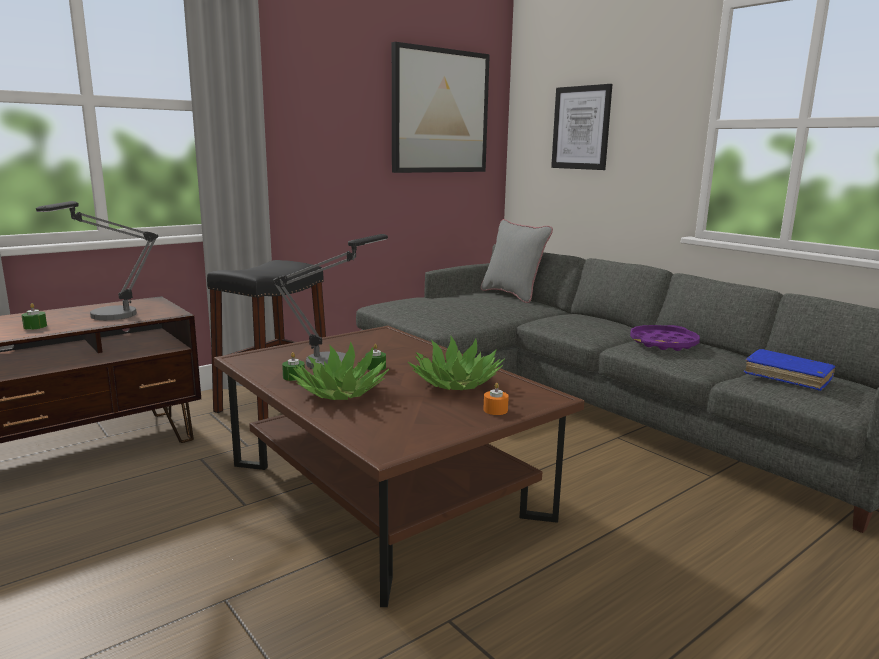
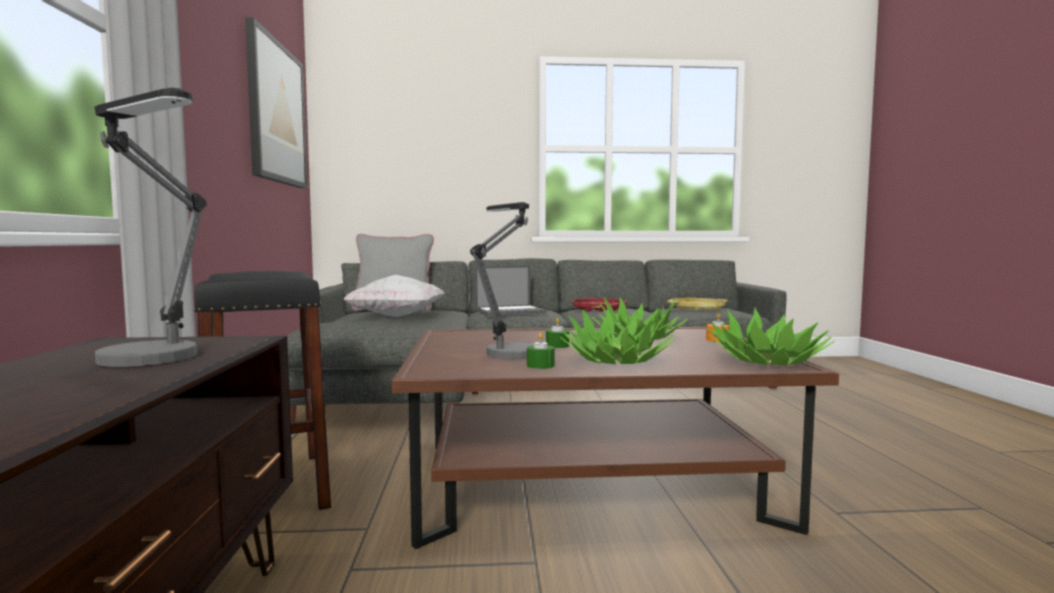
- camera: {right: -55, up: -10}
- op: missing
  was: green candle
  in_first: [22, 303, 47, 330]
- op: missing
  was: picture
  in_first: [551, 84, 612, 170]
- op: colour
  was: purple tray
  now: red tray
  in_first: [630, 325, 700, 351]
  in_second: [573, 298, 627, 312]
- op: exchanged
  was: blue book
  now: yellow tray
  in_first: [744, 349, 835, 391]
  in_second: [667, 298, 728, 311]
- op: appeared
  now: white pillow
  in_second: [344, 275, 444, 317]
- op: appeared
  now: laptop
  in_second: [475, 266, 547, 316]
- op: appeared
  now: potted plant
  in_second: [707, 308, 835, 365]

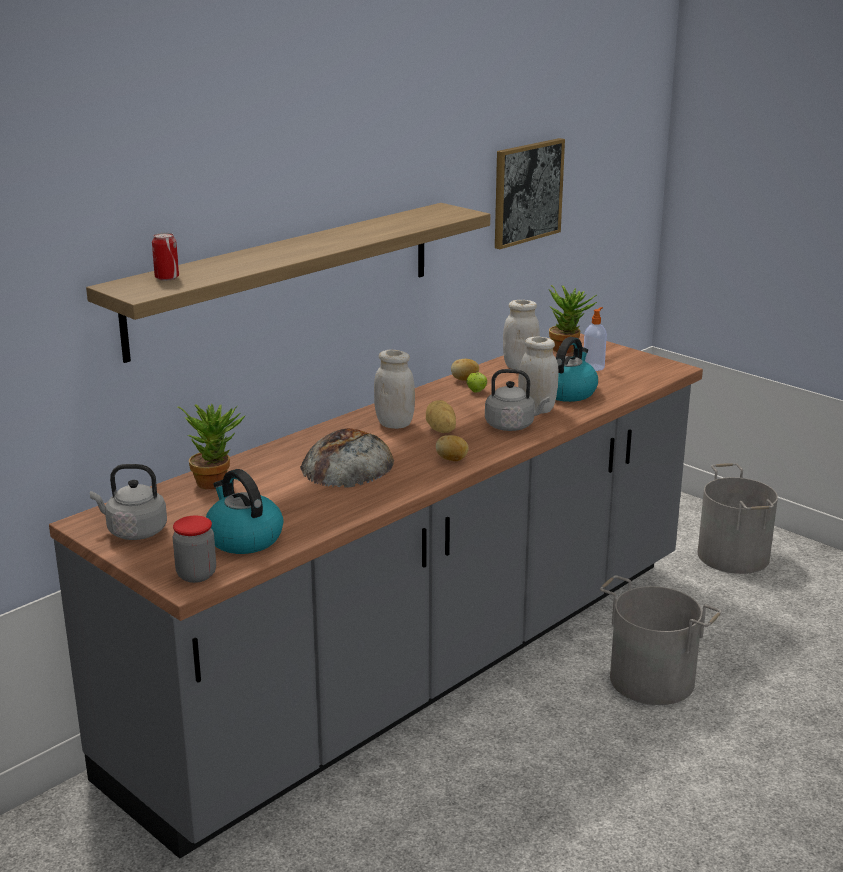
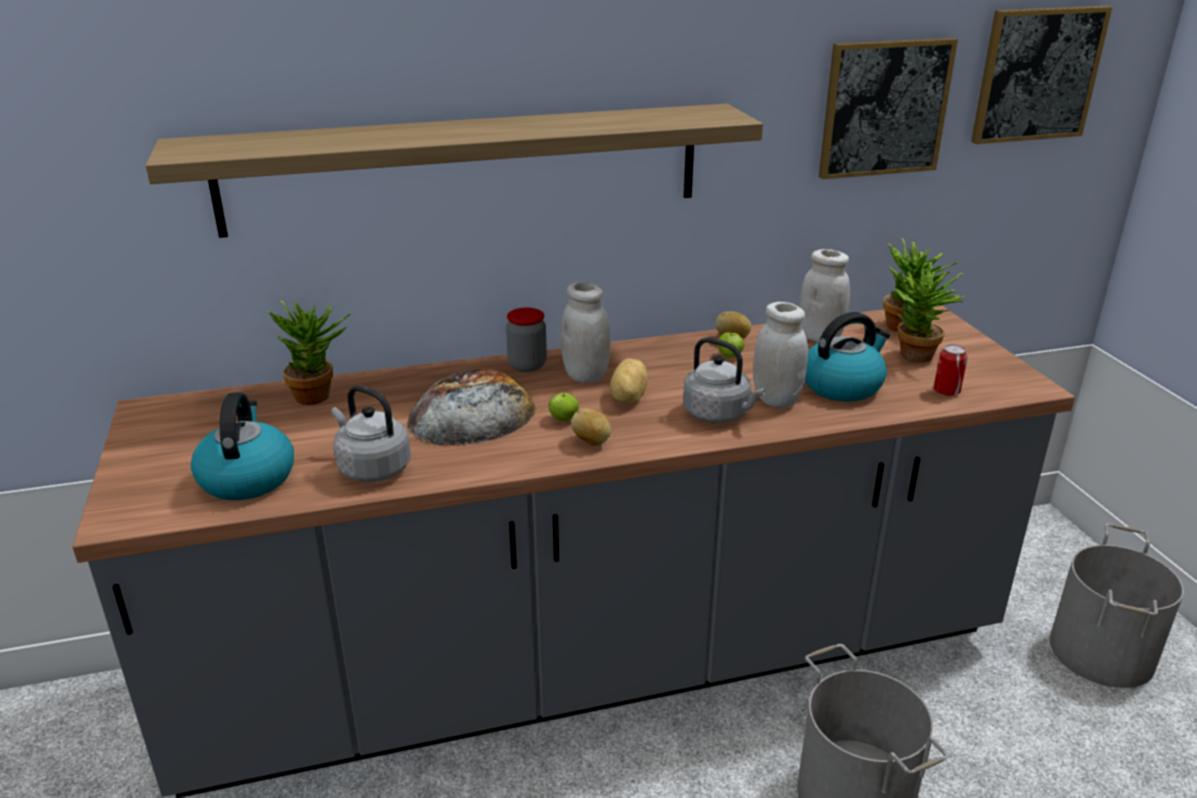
- camera: {right: 30, up: 5}
- op: relocated
  was: grey kettle
  in_first: [90, 464, 167, 540]
  in_second: [331, 385, 411, 482]
- op: relocated
  was: can
  in_first: [152, 233, 179, 281]
  in_second: [934, 344, 968, 396]
- op: relocated
  was: jar
  in_first: [173, 516, 216, 583]
  in_second: [506, 307, 547, 372]
- op: exchanged
  was: soap dispenser
  now: potted plant
  in_first: [584, 307, 607, 371]
  in_second: [895, 262, 966, 363]
- op: appeared
  now: apple
  in_second: [549, 390, 579, 421]
- op: appeared
  now: picture
  in_second: [971, 6, 1112, 144]

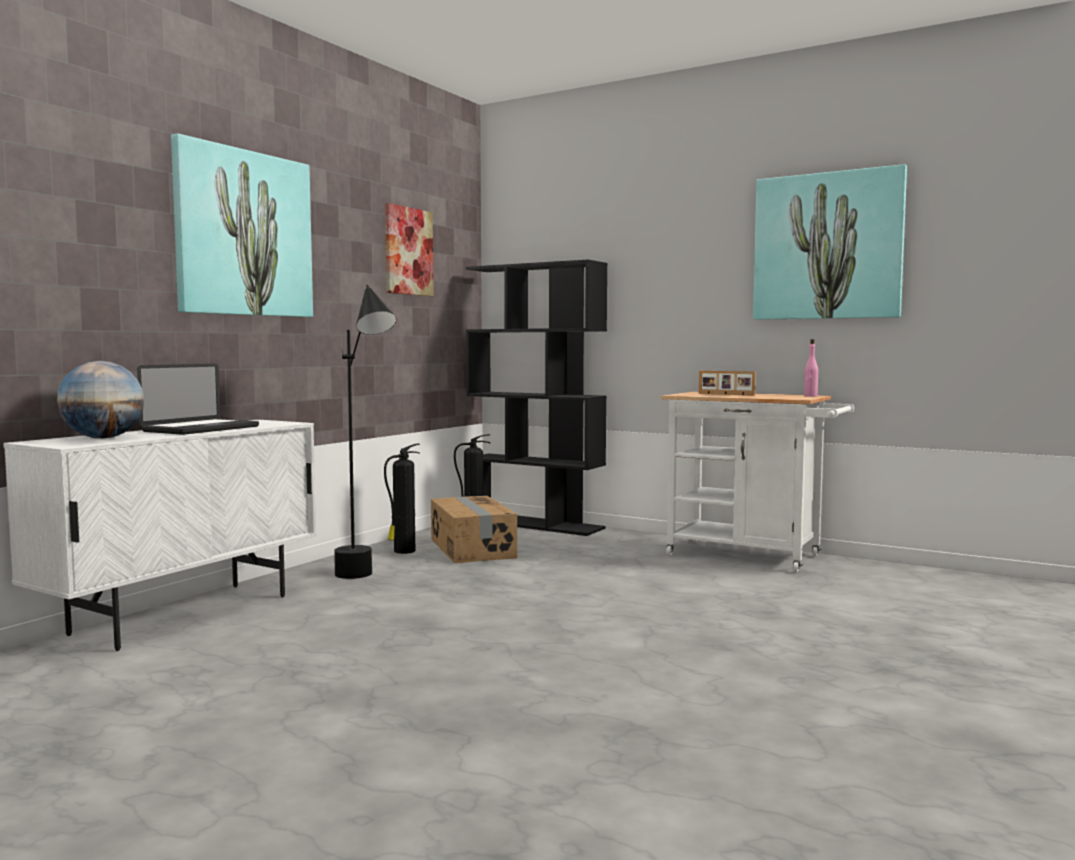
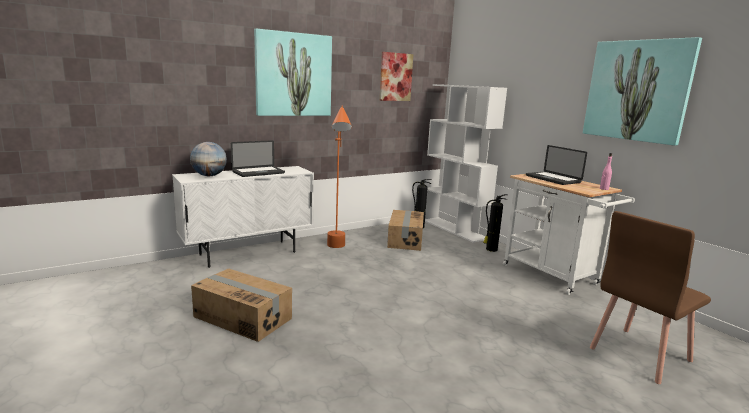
- camera: {right: 25, up: 10}
- op: colour
  was: black floor lamp
  now: orange floor lamp
  in_first: [334, 285, 396, 579]
  in_second: [327, 106, 352, 248]
- op: relocated
  was: fire extinguisher
  in_first: [384, 444, 420, 554]
  in_second: [483, 194, 508, 252]
- op: colour
  was: black bookcase
  now: white bookcase
  in_first: [465, 260, 608, 536]
  in_second: [425, 84, 507, 243]
- op: exchanged
  was: picture frame
  now: laptop
  in_first: [699, 371, 756, 396]
  in_second: [526, 145, 587, 185]
- op: appeared
  now: cardboard box
  in_second: [191, 268, 292, 342]
- op: appeared
  now: brown chair
  in_second: [590, 211, 711, 384]

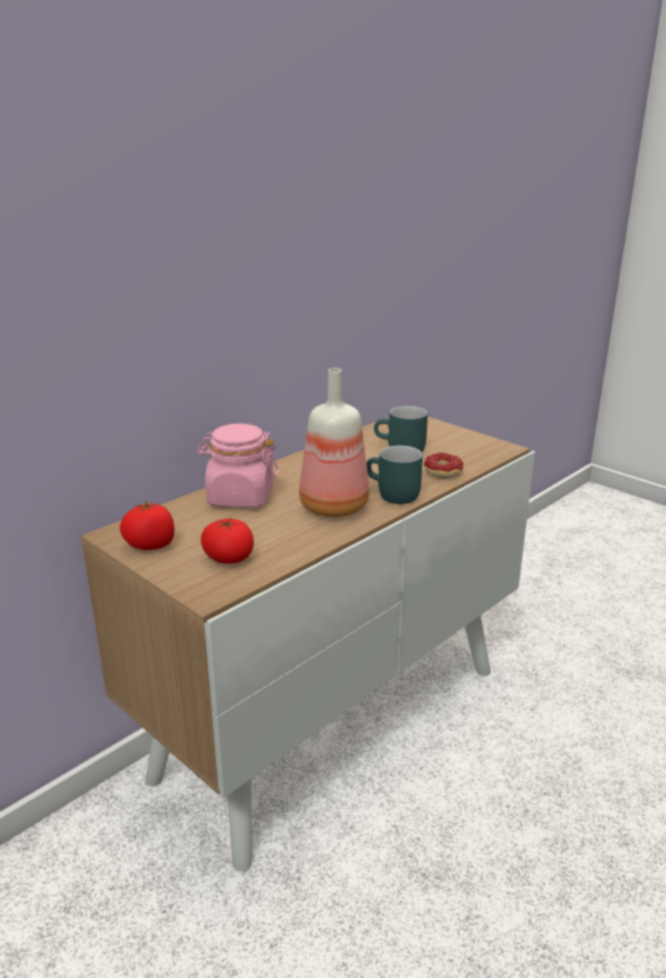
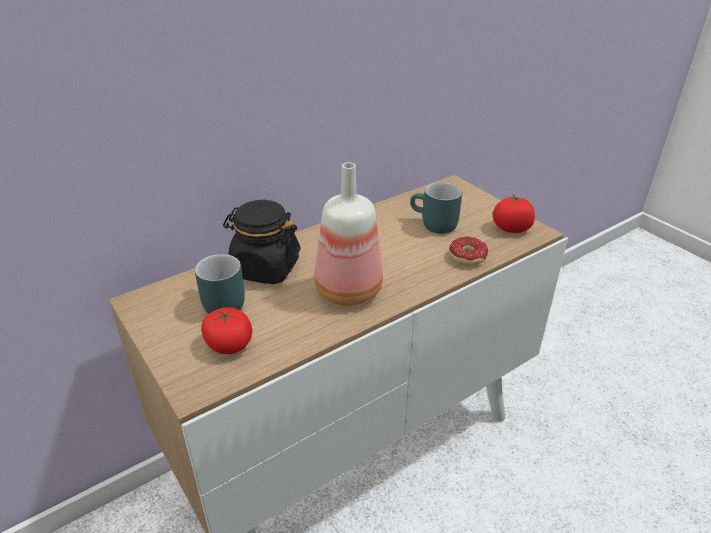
- camera: {right: 10, up: 10}
- op: relocated
  was: tomato
  in_first: [120, 500, 174, 550]
  in_second: [492, 194, 535, 233]
- op: colour
  was: pink jar
  now: black jar
  in_first: [197, 424, 279, 508]
  in_second: [223, 200, 301, 284]
- op: relocated
  was: turquoise mug
  in_first: [366, 445, 423, 504]
  in_second: [195, 254, 245, 314]

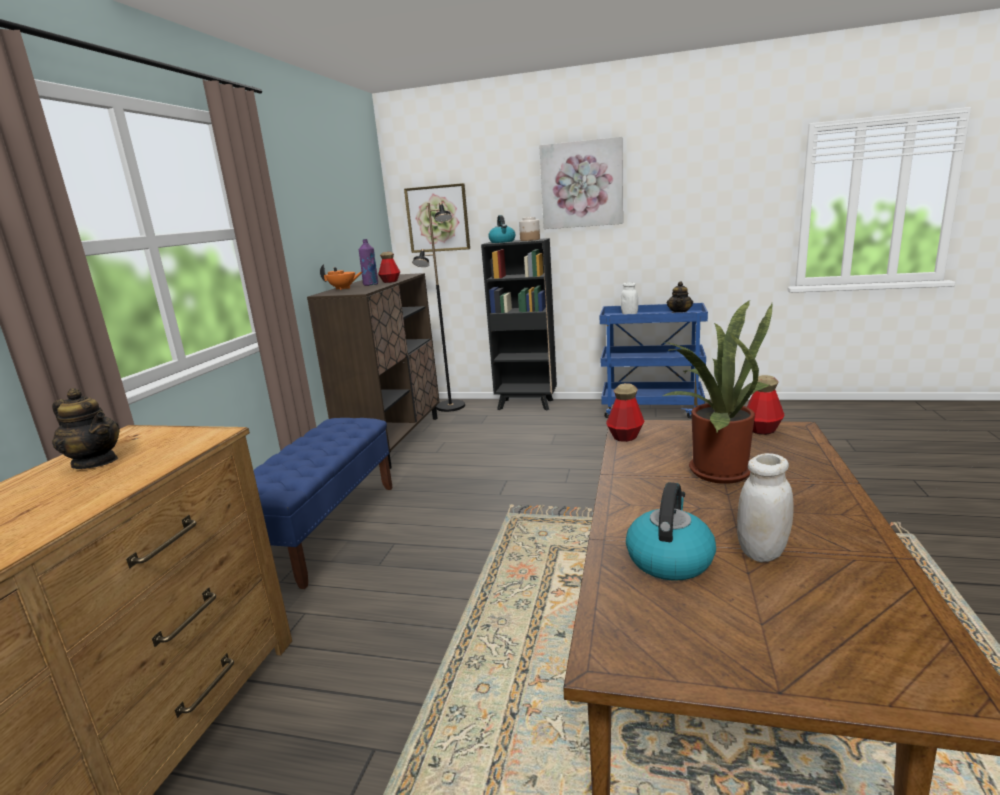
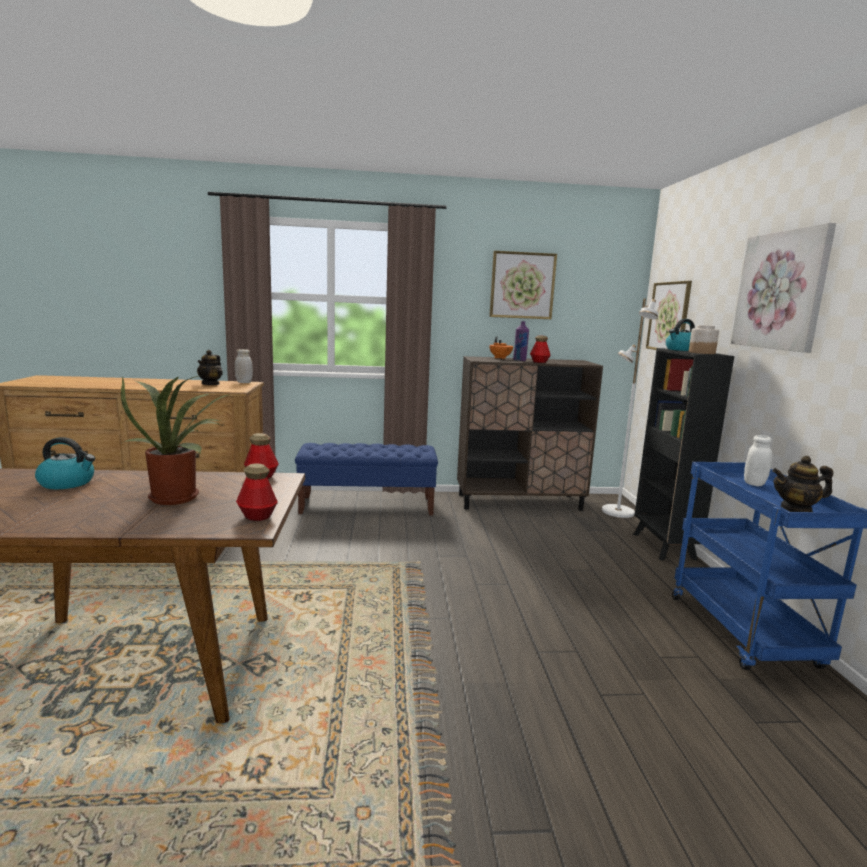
- camera: {right: 70, up: -5}
- op: colour
  was: black floor lamp
  now: white floor lamp
  in_first: [412, 203, 465, 412]
  in_second: [602, 298, 658, 518]
- op: relocated
  was: white jar
  in_first: [737, 453, 794, 562]
  in_second: [235, 349, 253, 383]
- op: appeared
  now: picture
  in_second: [489, 251, 557, 319]

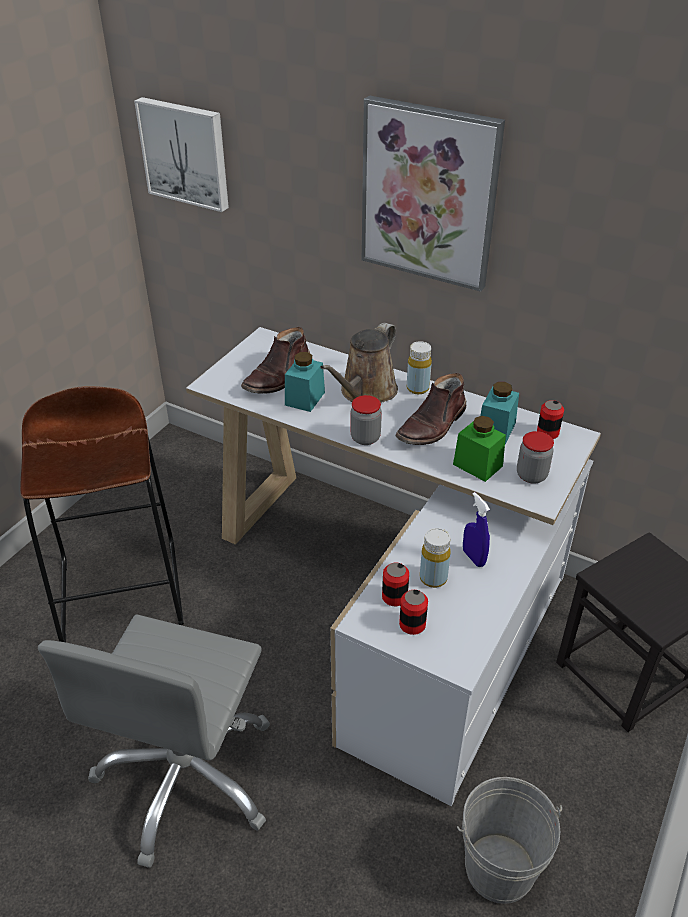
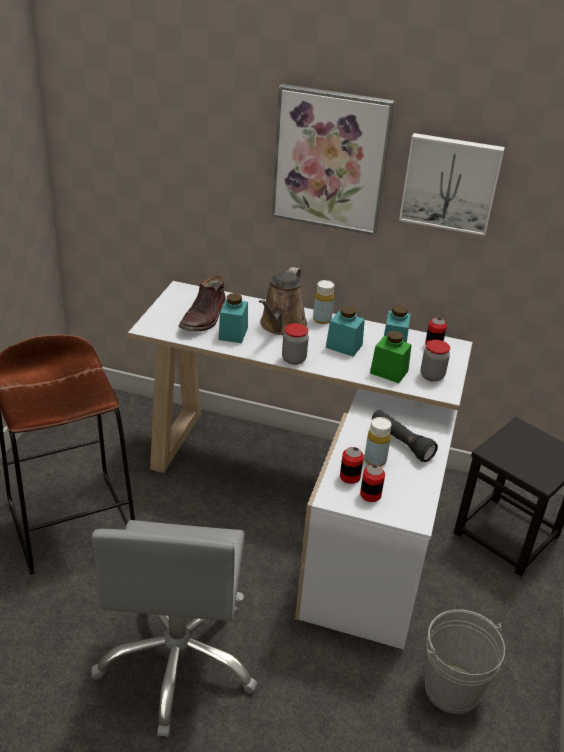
- camera: {right: -15, up: -5}
- op: relocated
  was: picture
  in_first: [134, 97, 229, 212]
  in_second: [399, 133, 505, 236]
- op: exchanged
  was: brown boot
  now: turquoise jar
  in_first: [395, 373, 466, 445]
  in_second: [326, 306, 365, 357]
- op: exchanged
  was: blue spray bottle
  now: black flashlight
  in_first: [463, 492, 490, 567]
  in_second: [372, 410, 438, 462]

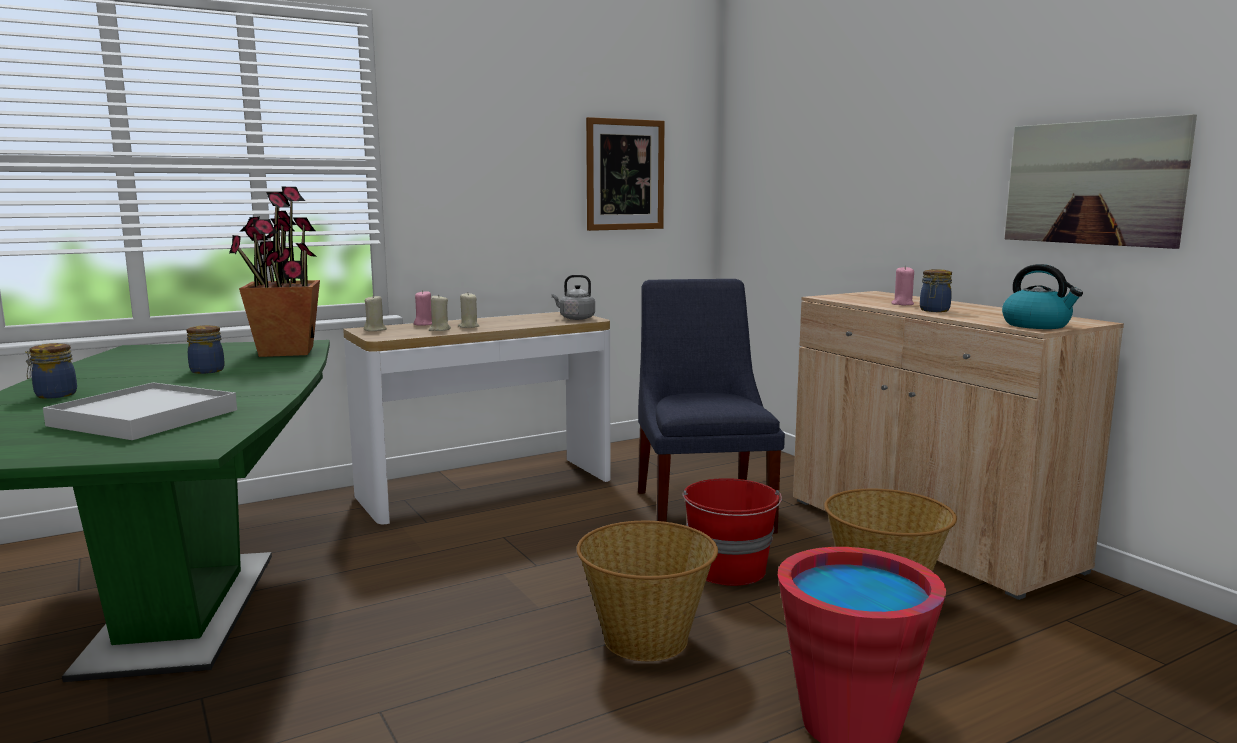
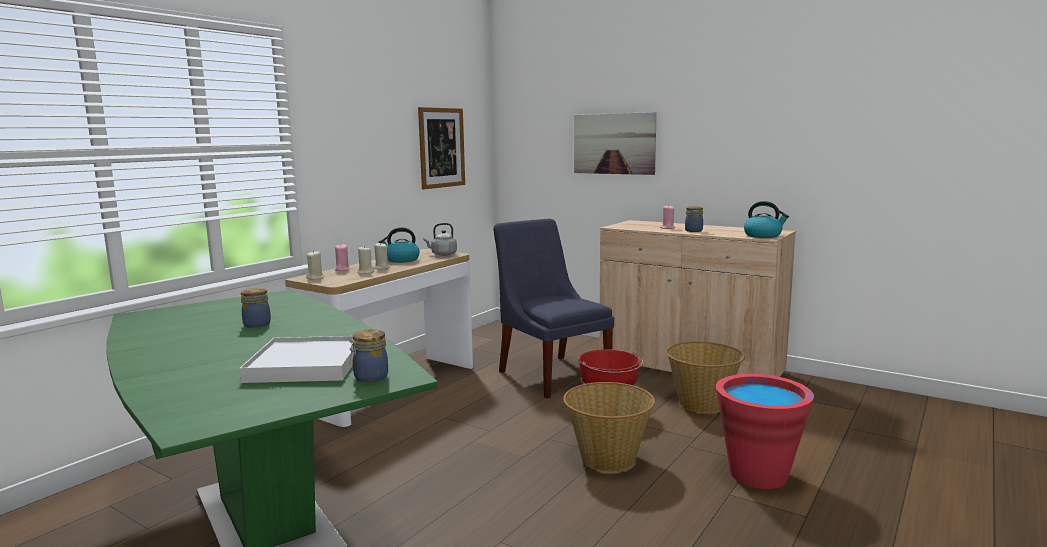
- camera: {right: -25, up: 0}
- op: relocated
  was: jar
  in_first: [25, 343, 77, 399]
  in_second: [349, 329, 388, 382]
- op: missing
  was: potted plant
  in_first: [229, 186, 320, 357]
- op: relocated
  was: picture
  in_first: [1005, 114, 1197, 249]
  in_second: [574, 112, 657, 175]
- op: appeared
  now: kettle
  in_second: [378, 227, 420, 263]

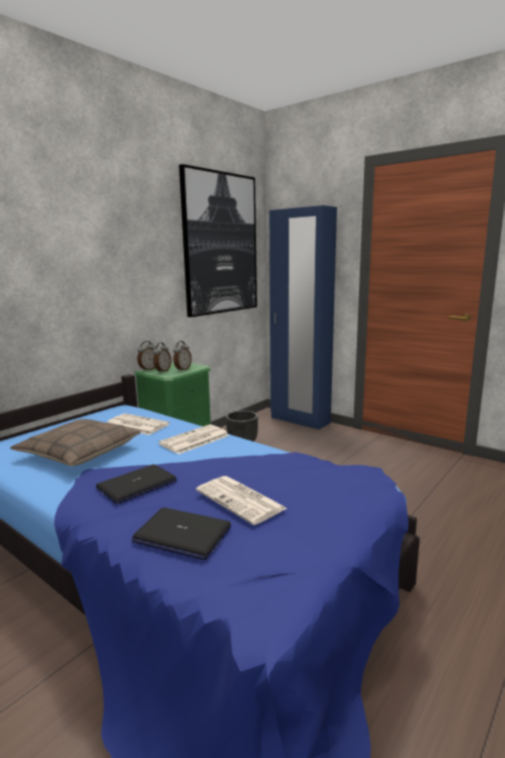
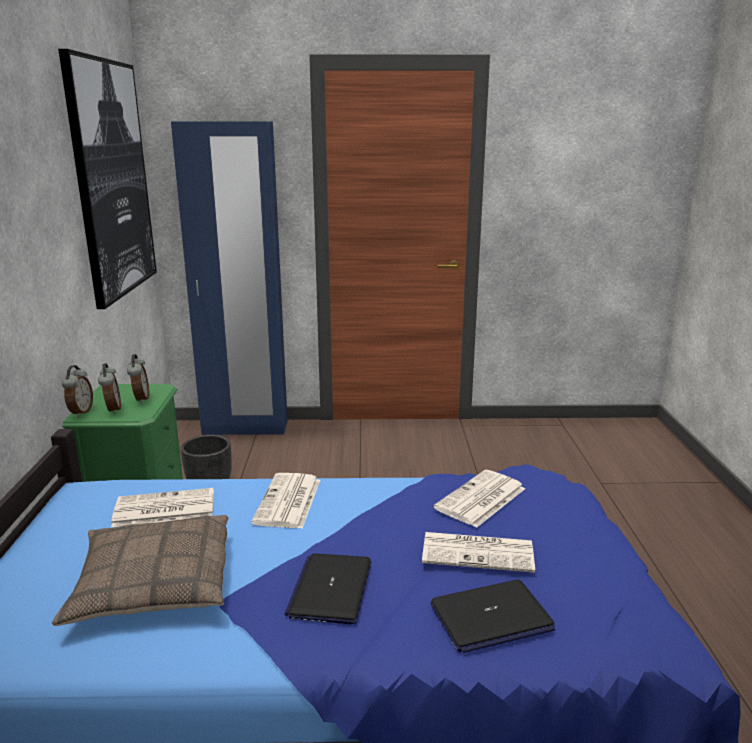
- camera: {right: -40, up: 5}
- op: appeared
  now: newspaper
  in_second: [434, 470, 525, 528]

